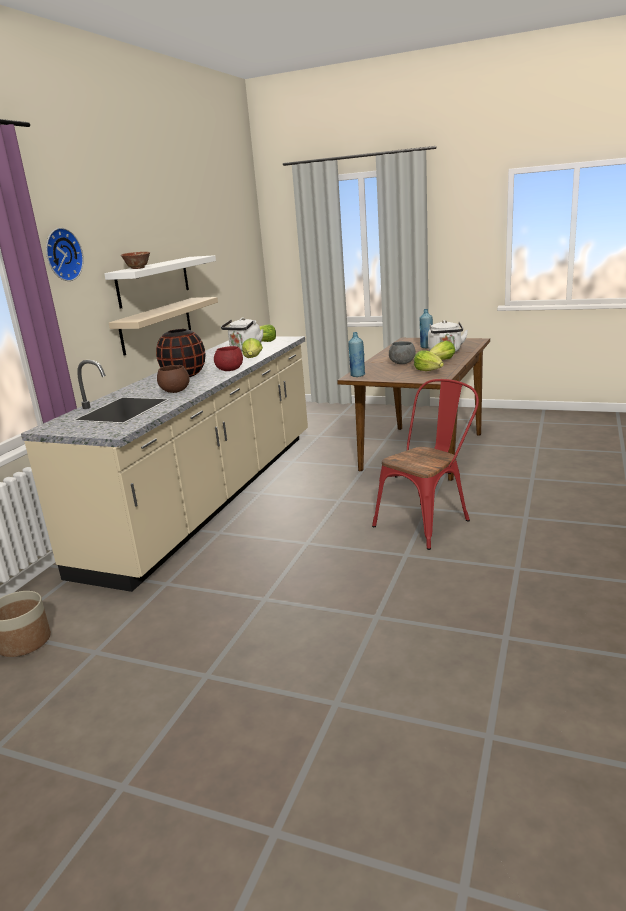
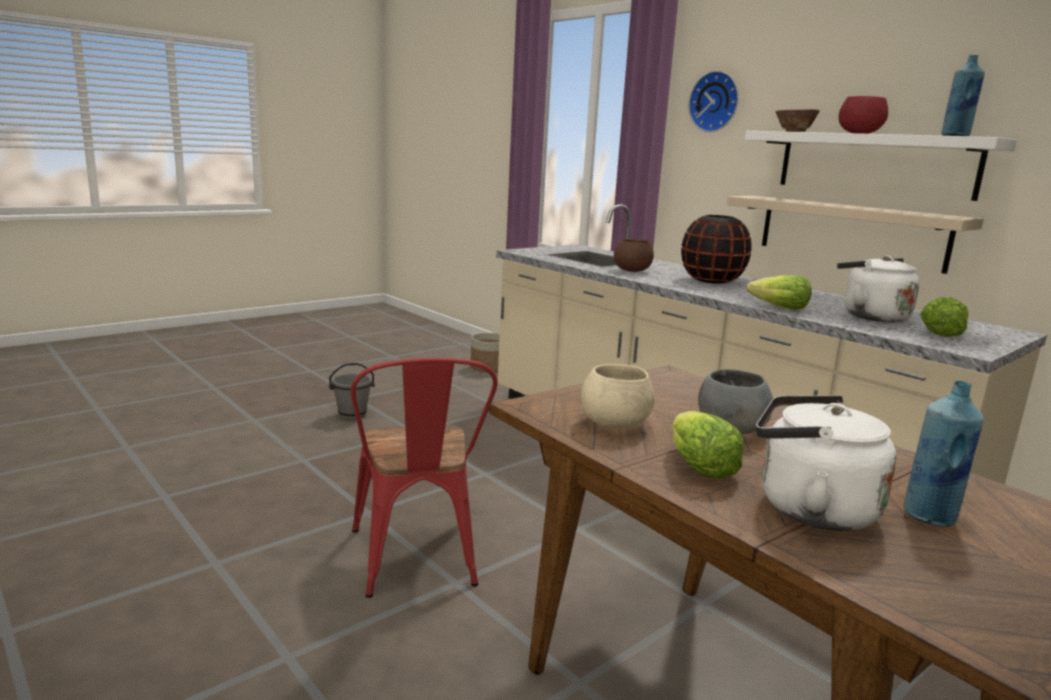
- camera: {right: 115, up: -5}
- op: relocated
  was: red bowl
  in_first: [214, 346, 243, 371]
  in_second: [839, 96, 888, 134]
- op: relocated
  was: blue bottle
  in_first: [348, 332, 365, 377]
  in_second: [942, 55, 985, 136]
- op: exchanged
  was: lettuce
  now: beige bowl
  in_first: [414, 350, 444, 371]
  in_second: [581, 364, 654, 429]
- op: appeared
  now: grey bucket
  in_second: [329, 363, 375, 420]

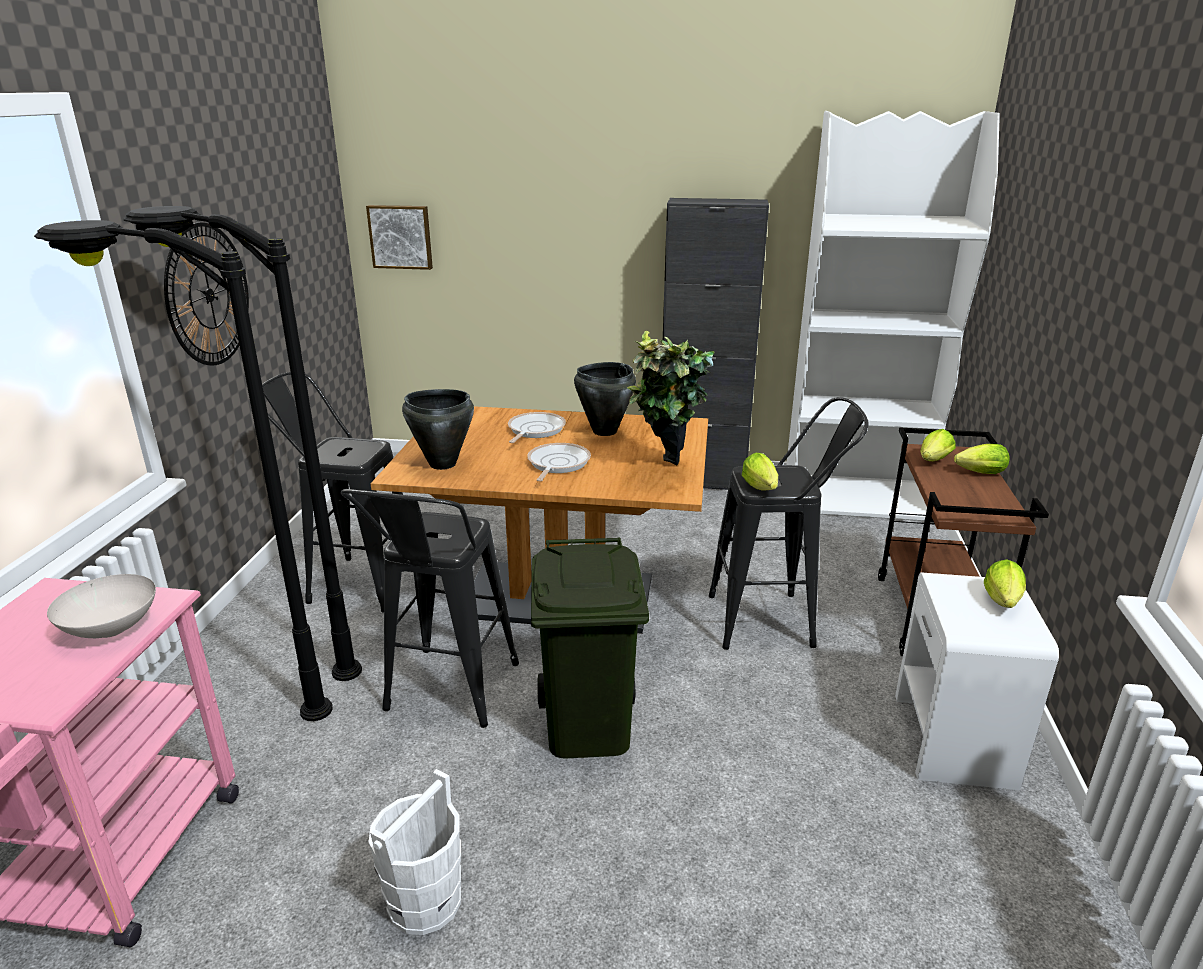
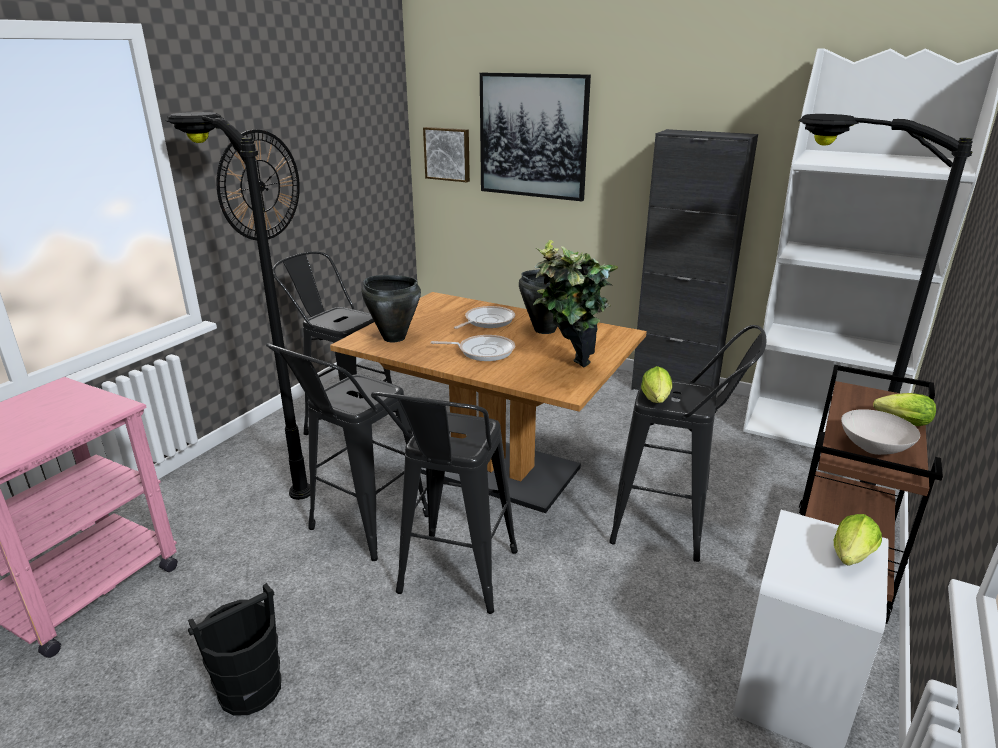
- camera: {right: 20, up: 0}
- op: relocated
  was: black floor lamp
  in_first: [34, 220, 333, 721]
  in_second: [799, 114, 973, 486]
- op: relocated
  was: white bowl
  in_first: [47, 574, 156, 638]
  in_second: [841, 409, 920, 455]
- op: colour
  was: white bucket
  now: black bucket
  in_first: [369, 769, 461, 935]
  in_second: [188, 583, 281, 716]
- op: spun
  was: frying pan
  in_first: [527, 443, 591, 481]
  in_second: [431, 335, 515, 361]
  clockwise: 60
- op: exchanged
  was: green trash can
  now: black stool
  in_first: [531, 537, 649, 758]
  in_second: [371, 392, 518, 614]
- op: missing
  was: lettuce
  in_first: [921, 429, 956, 461]
- op: appeared
  now: picture
  in_second: [480, 73, 591, 201]

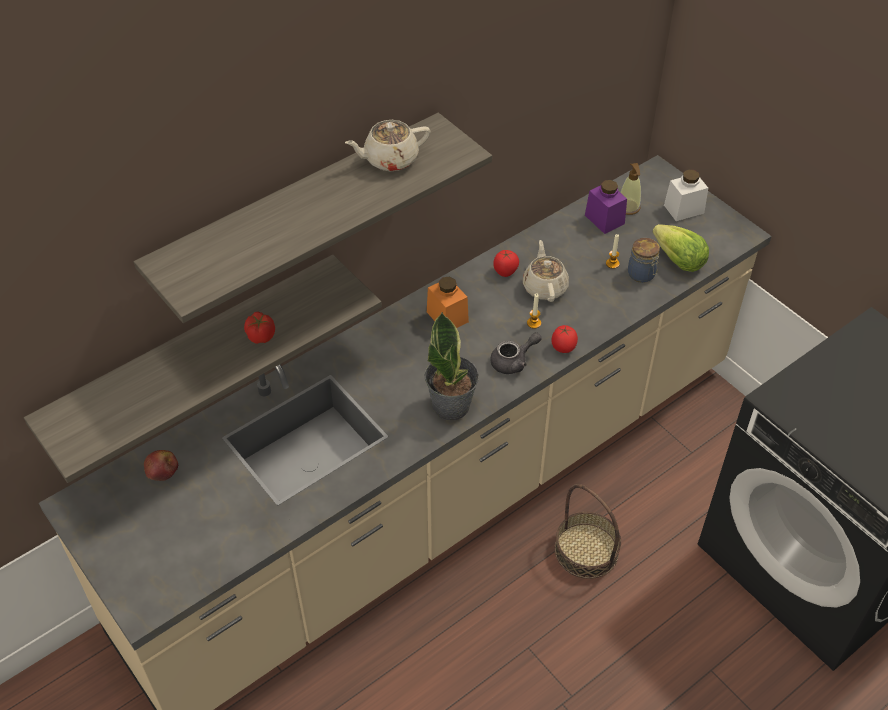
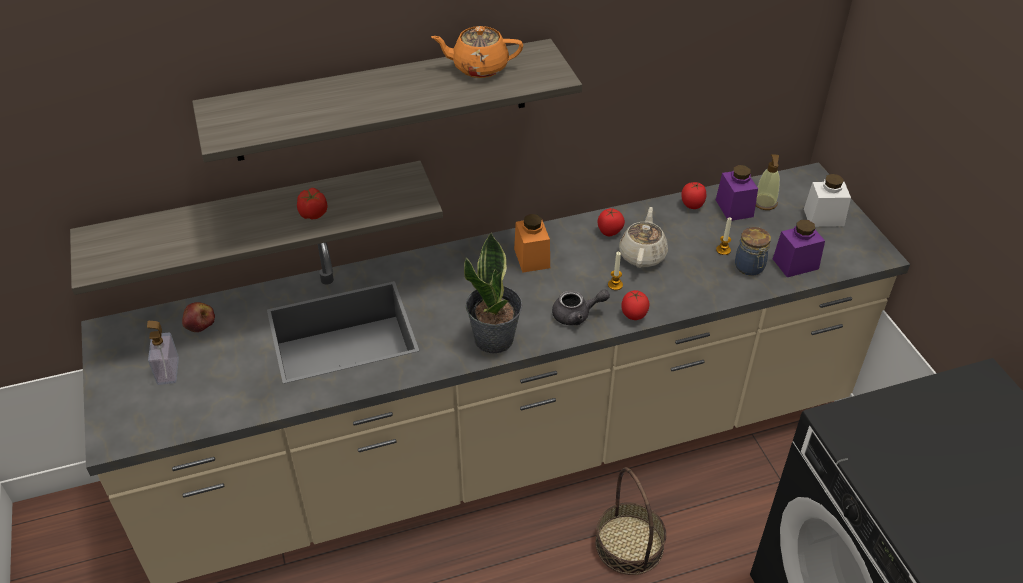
- camera: {right: 20, up: -5}
- op: colour
  was: beige teapot
  now: orange teapot
  in_first: [345, 120, 430, 171]
  in_second: [431, 26, 523, 78]
- op: exchanged
  was: lettuce
  now: purple jar
  in_first: [653, 224, 709, 272]
  in_second: [773, 220, 825, 277]
- op: appeared
  now: soap dispenser
  in_second: [147, 321, 179, 385]
- op: appeared
  now: tomato
  in_second: [681, 182, 707, 209]

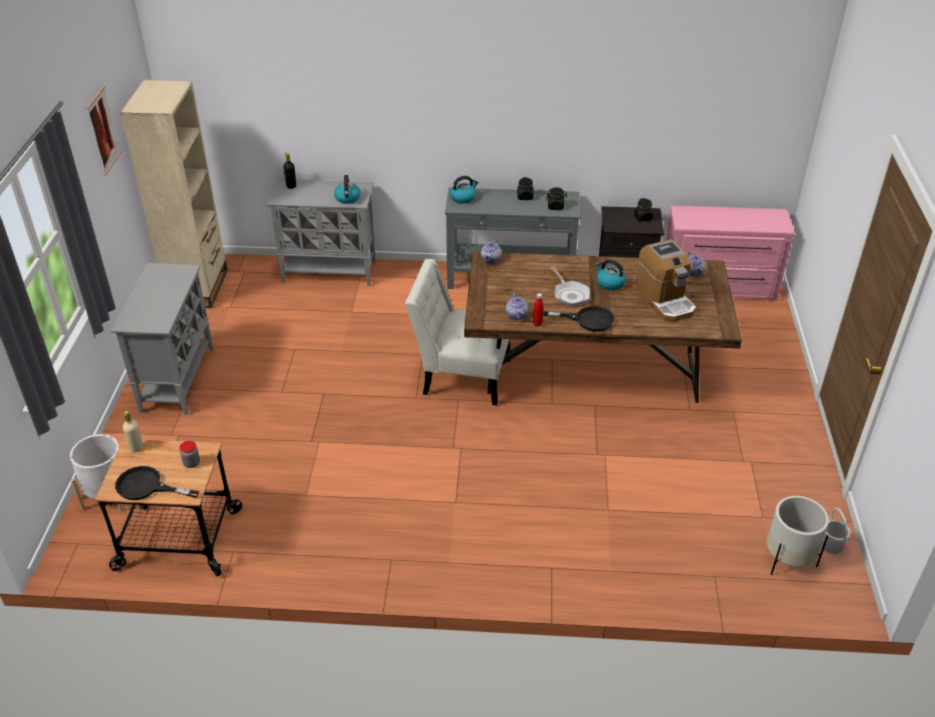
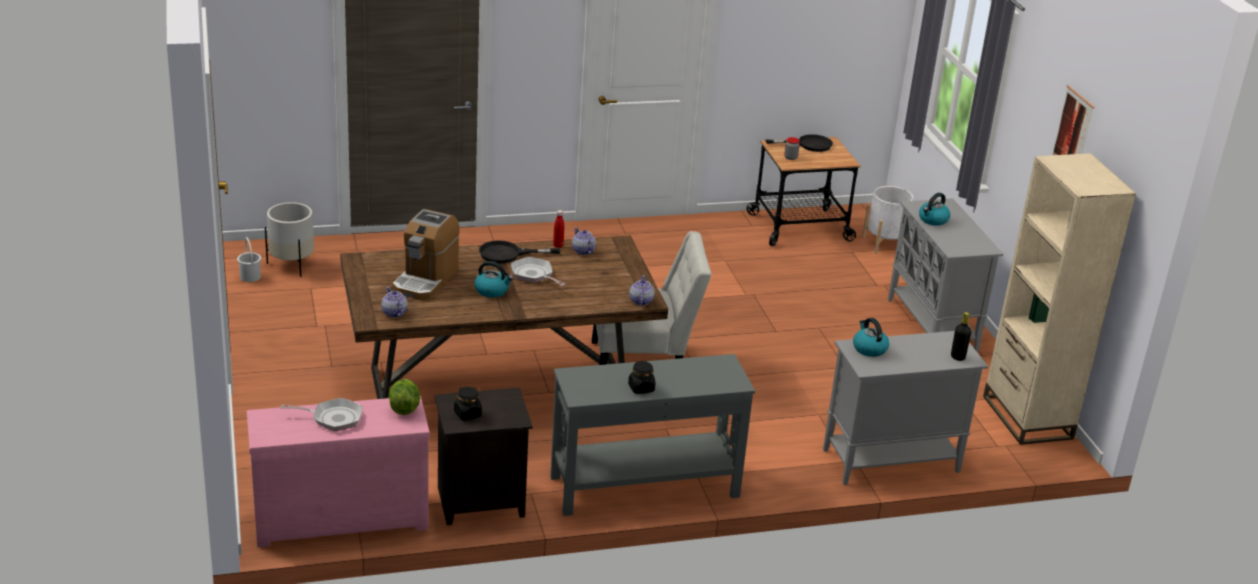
- camera: {right: 160, up: -10}
- op: missing
  was: beige bottle
  in_first: [123, 411, 143, 452]
- op: relocated
  was: kettle
  in_first: [450, 176, 478, 204]
  in_second: [919, 193, 950, 226]
- op: missing
  was: black jar
  in_first: [546, 187, 567, 210]
- op: spun
  was: coffee machine
  in_first: [636, 240, 696, 322]
  in_second: [392, 209, 460, 300]
  clockwise: -120
- op: appeared
  now: frying pan
  in_second: [280, 398, 362, 431]
- op: appeared
  now: lettuce
  in_second: [389, 379, 420, 415]

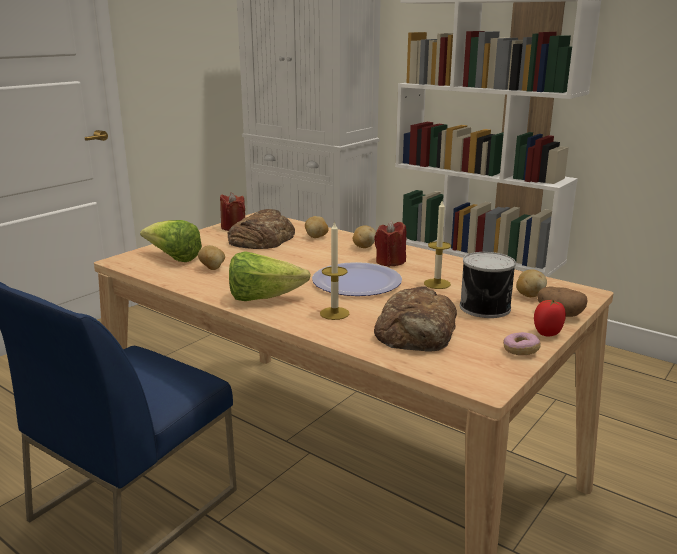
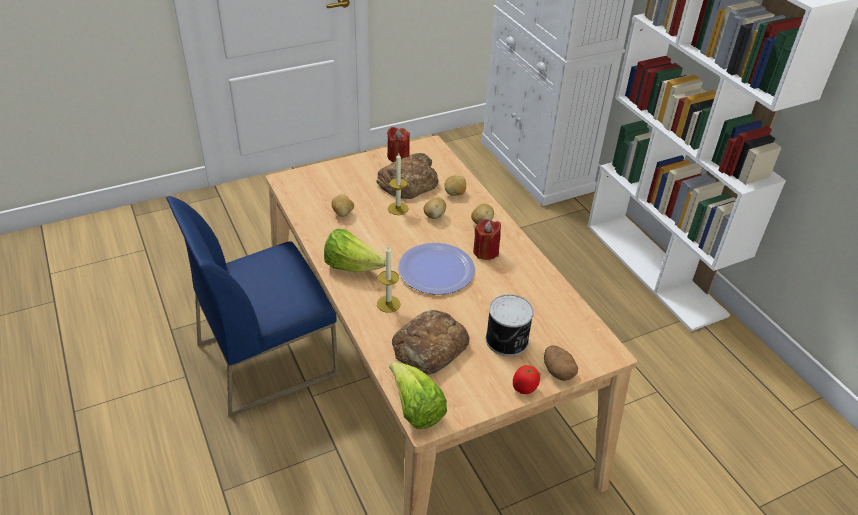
- camera: {right: 25, up: 20}
- op: relocated
  was: lettuce
  in_first: [140, 220, 202, 262]
  in_second: [390, 362, 447, 429]
- op: relocated
  was: candle
  in_first: [424, 201, 451, 289]
  in_second: [388, 152, 408, 215]
- op: missing
  was: donut
  in_first: [503, 332, 541, 355]
- op: relocated
  was: potato
  in_first: [516, 269, 547, 297]
  in_second: [424, 197, 446, 219]

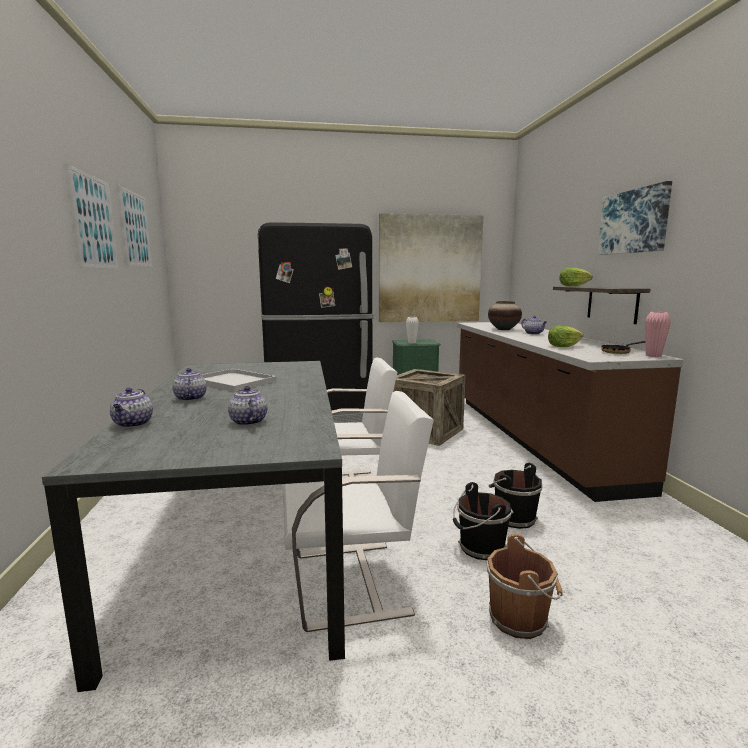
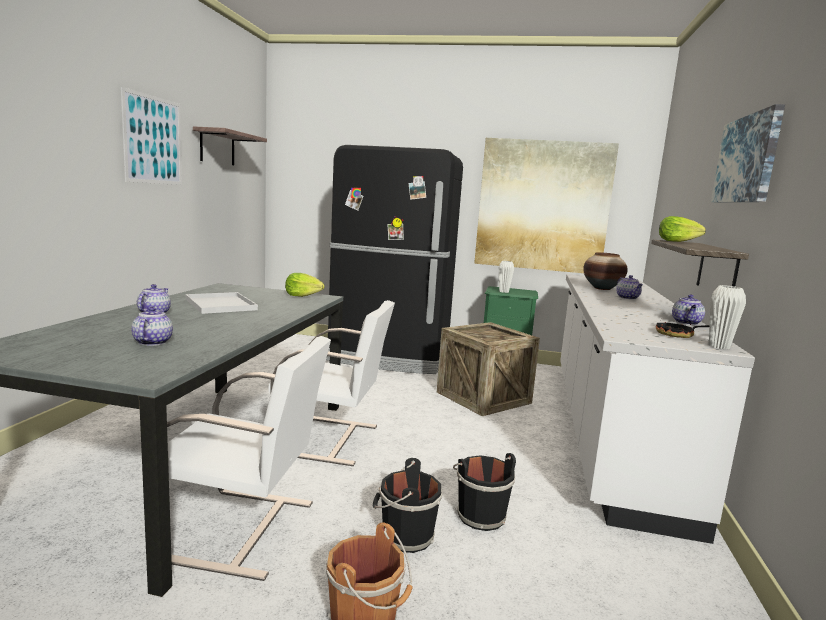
- camera: {right: 20, up: 0}
- op: relocated
  was: teapot
  in_first: [110, 388, 153, 428]
  in_second: [672, 295, 705, 325]
- op: exchanged
  was: picture
  now: shelf
  in_first: [118, 185, 152, 267]
  in_second: [193, 126, 267, 165]
- op: colour
  was: brown counter
  now: white counter
  in_first: [457, 322, 683, 502]
  in_second: [560, 274, 755, 544]
- op: relocated
  was: lettuce
  in_first: [548, 326, 583, 347]
  in_second: [285, 273, 324, 297]
- op: colour
  was: pink vase
  now: white vase
  in_first: [645, 312, 671, 357]
  in_second: [709, 285, 746, 349]

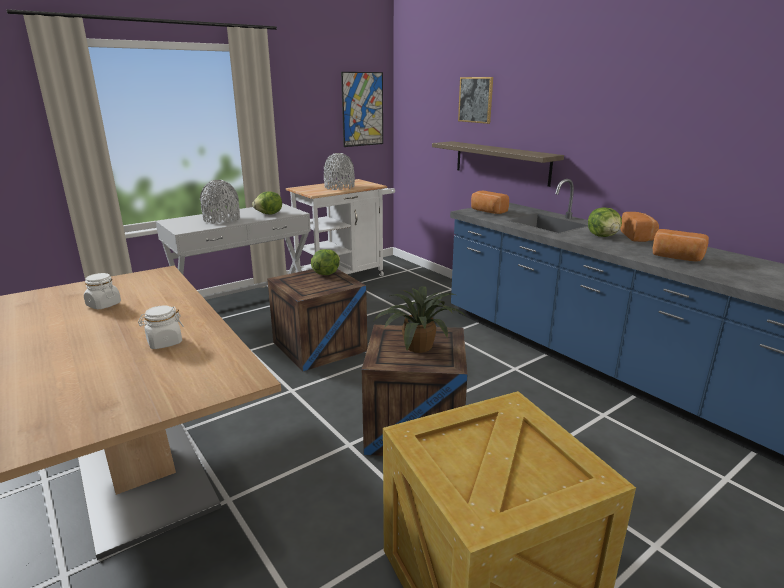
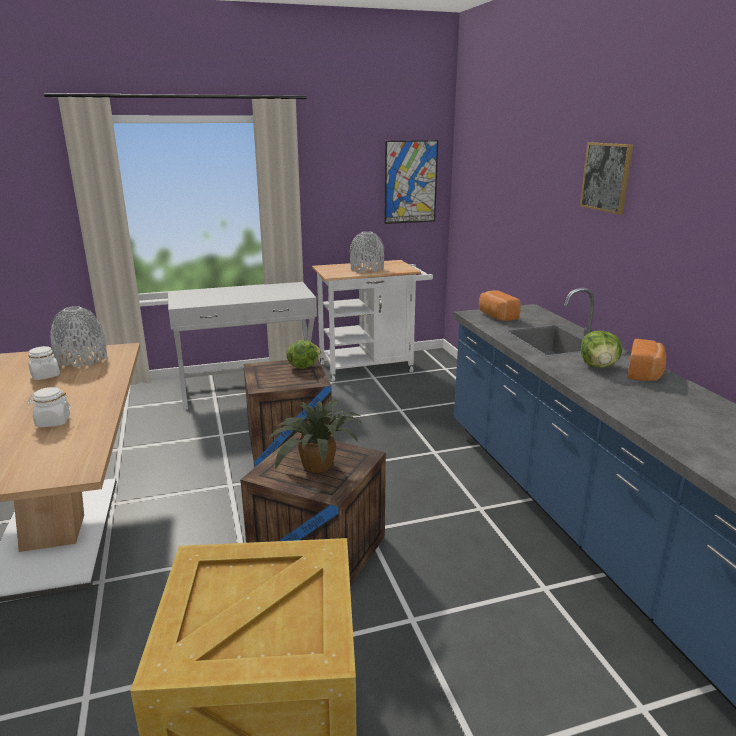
- camera: {right: 20, up: 0}
- op: relocated
  was: grey vase
  in_first: [200, 180, 240, 224]
  in_second: [50, 306, 107, 367]
- op: missing
  was: lettuce
  in_first: [252, 191, 282, 215]
- op: missing
  was: shelf
  in_first: [432, 141, 564, 187]
- op: relocated
  was: picture
  in_first: [458, 77, 493, 124]
  in_second: [580, 142, 634, 214]
- op: missing
  was: bread
  in_first: [653, 229, 709, 262]

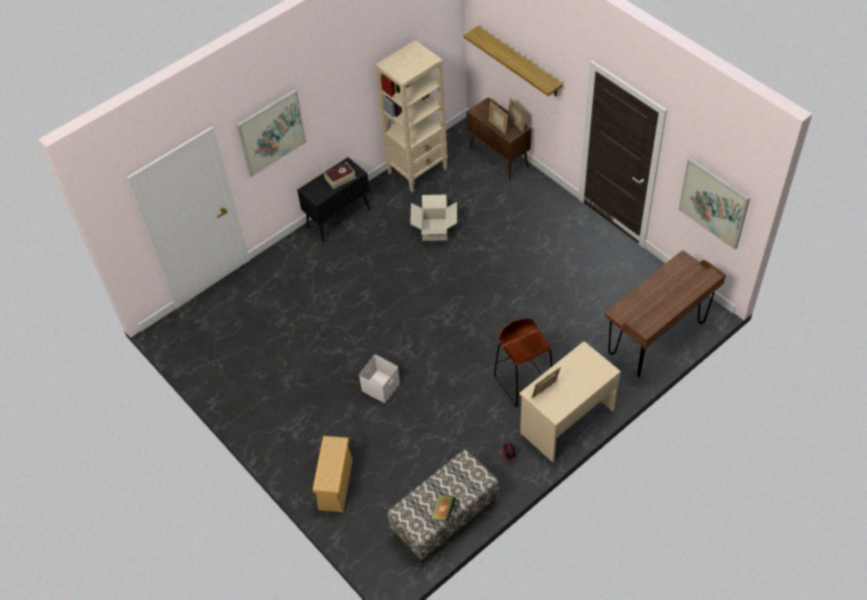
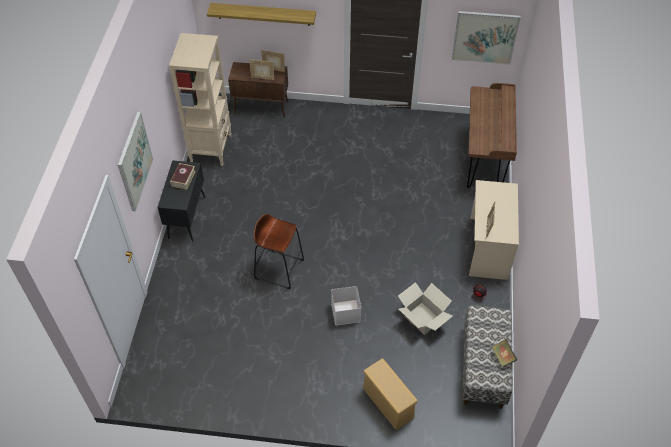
- camera: {right: -45, up: 0}
- op: relocated
  was: cardboard box
  in_first: [410, 195, 457, 241]
  in_second: [398, 282, 453, 335]
- op: relocated
  was: brown stool
  in_first: [494, 318, 552, 407]
  in_second: [253, 214, 304, 289]

